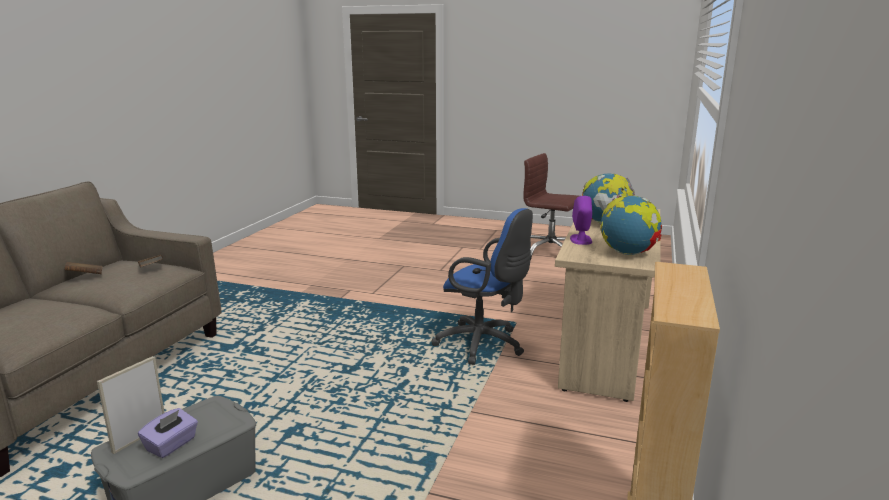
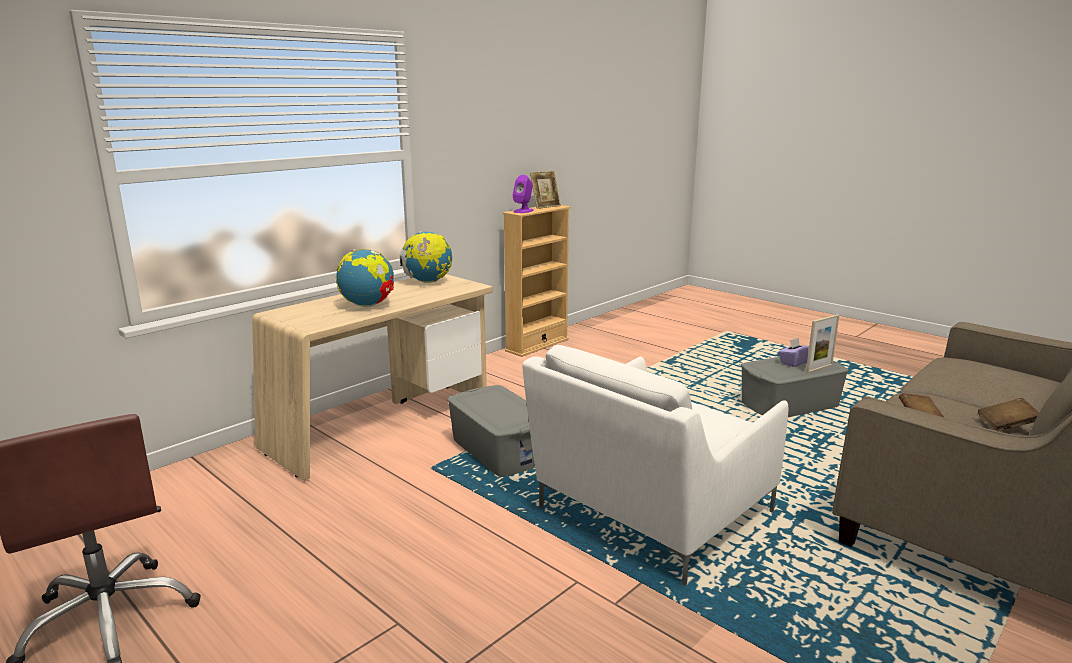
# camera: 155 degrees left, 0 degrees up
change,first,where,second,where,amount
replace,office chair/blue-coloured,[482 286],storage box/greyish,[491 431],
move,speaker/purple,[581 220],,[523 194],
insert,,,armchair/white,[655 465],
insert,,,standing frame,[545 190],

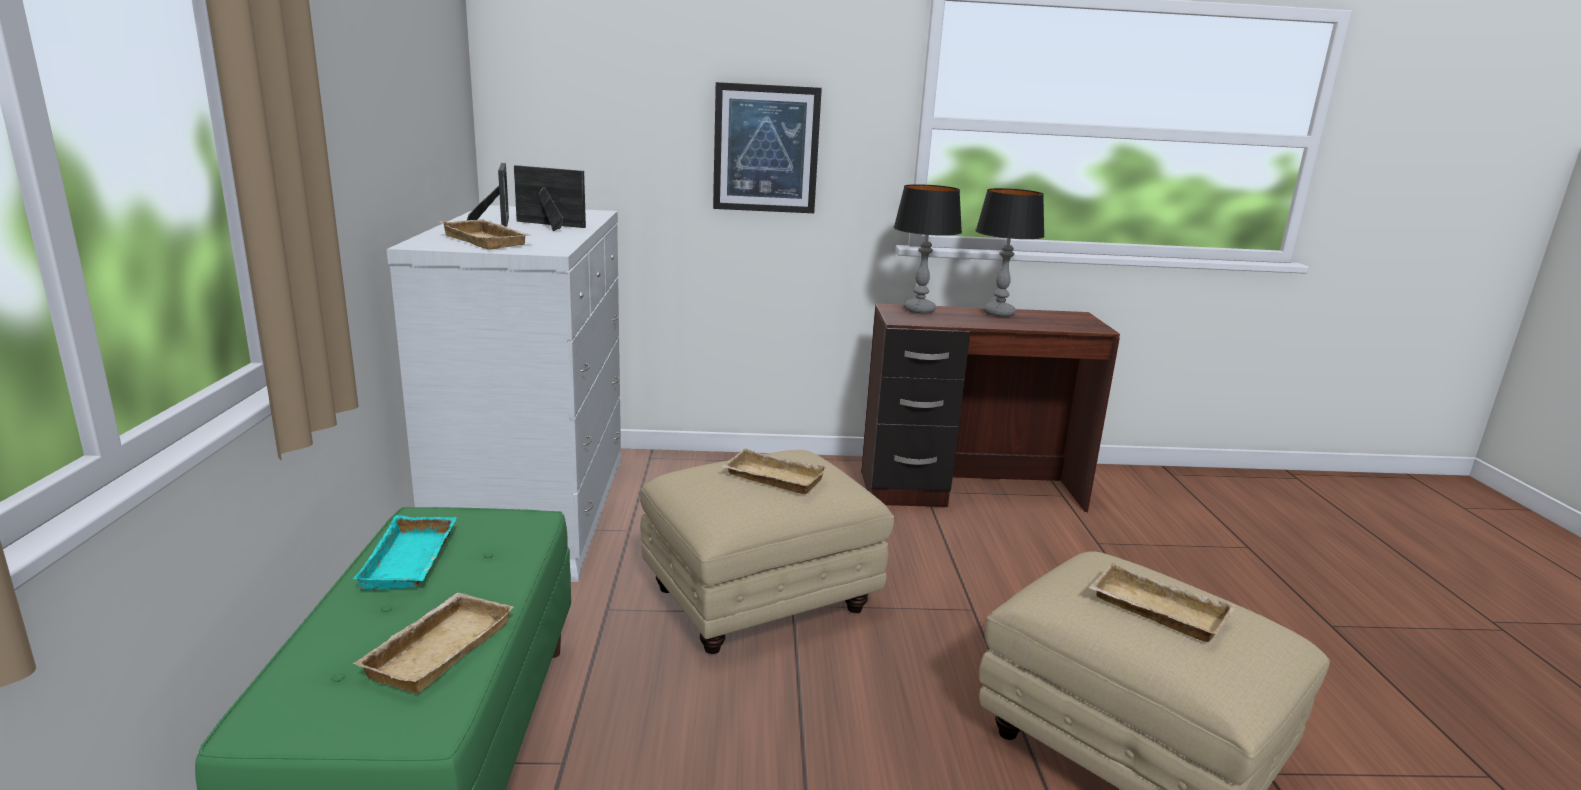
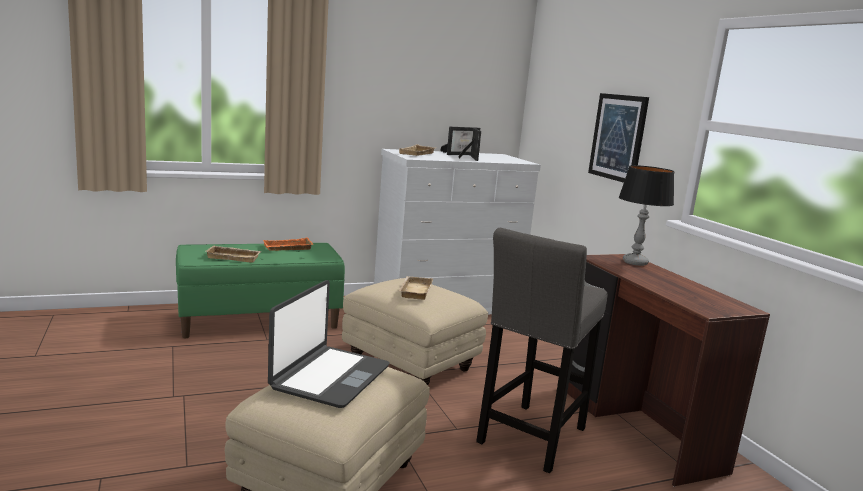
# camera: 70 degrees right, 5 degrees down
change,first,where,second,where,amount
recolor,tray/turquoise-coloured,[405 553],tray/orange,[288 244],
replace,tray/beige,[1161 602],portable computer,[329 344],
insert,,,sitting stool/greyish,[541 350],
delete,tabletop lamp,[1010 252],,,

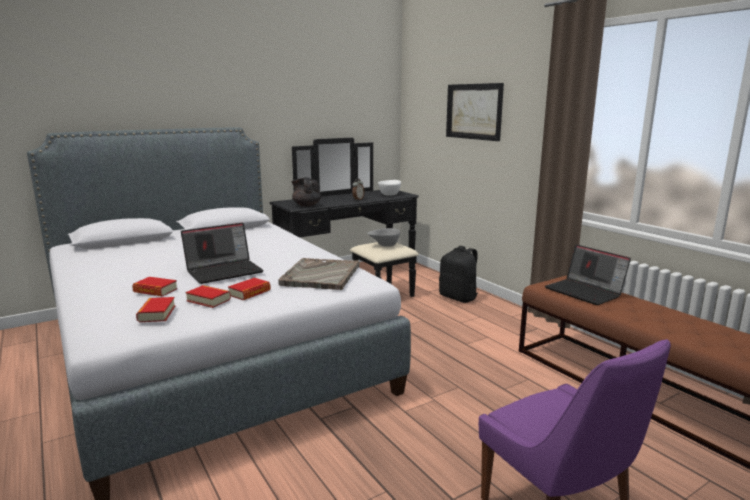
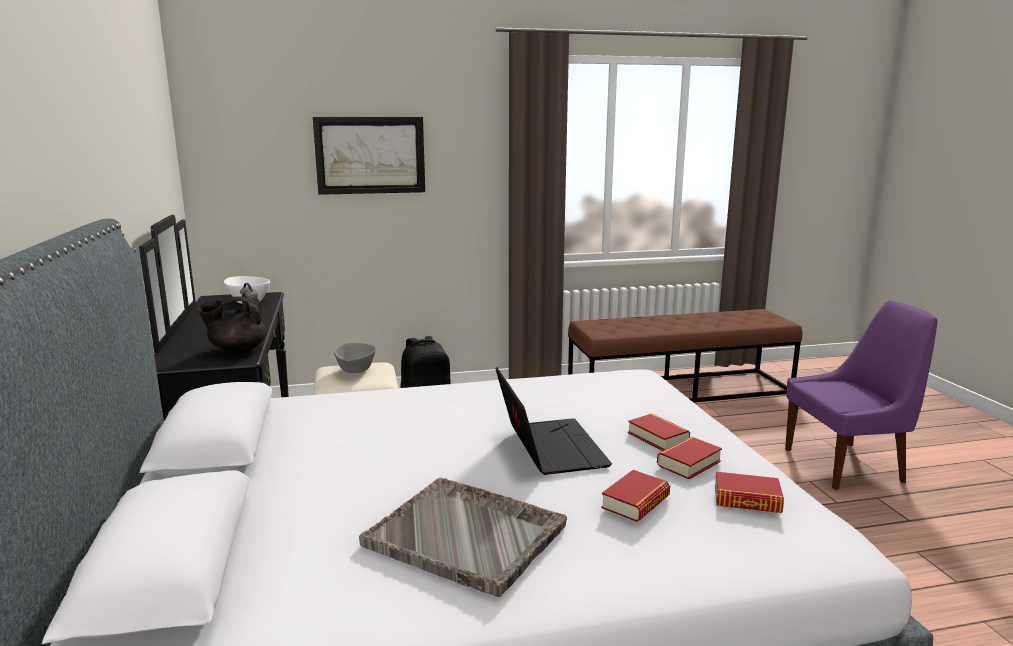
# camera: 70 degrees left, 0 degrees up
change,first,where,second,where,amount
move,tray/greyish,[318 274],,[463 537],
delete,portable computer,[588 274],,,

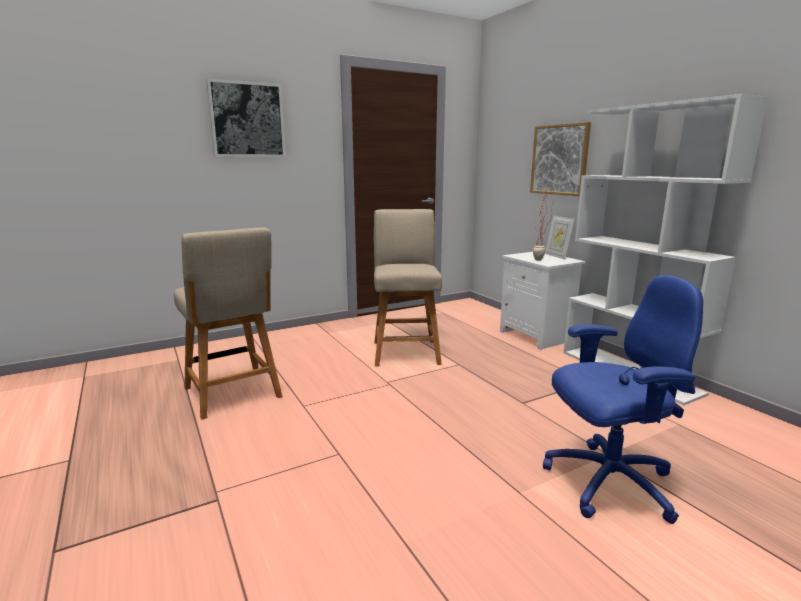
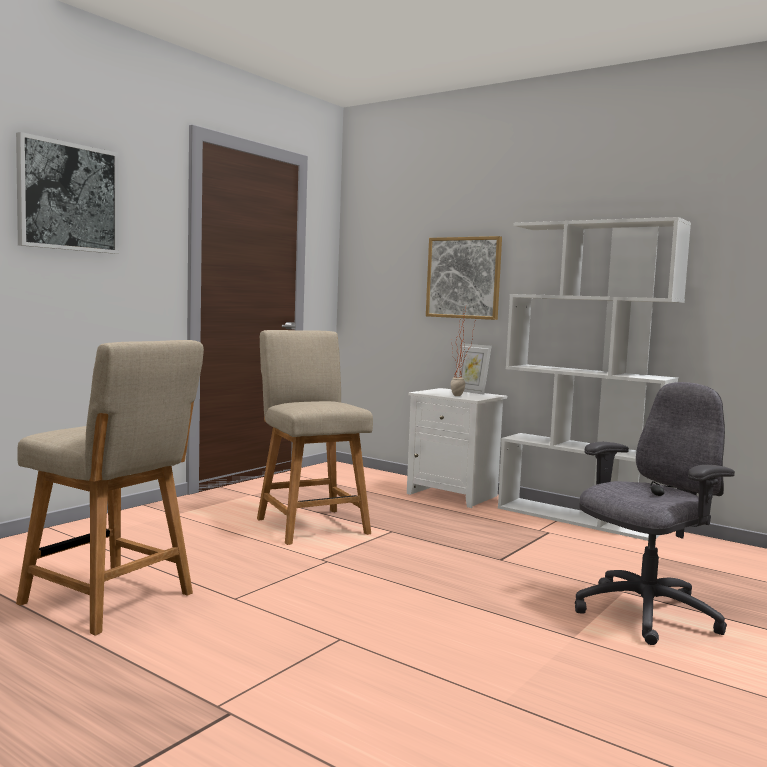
# camera: 25 degrees left, 10 degrees down
change,first,where,second,where,amount
recolor,office chair/blue-coloured,[623 399],office chair/greyish,[655 513],

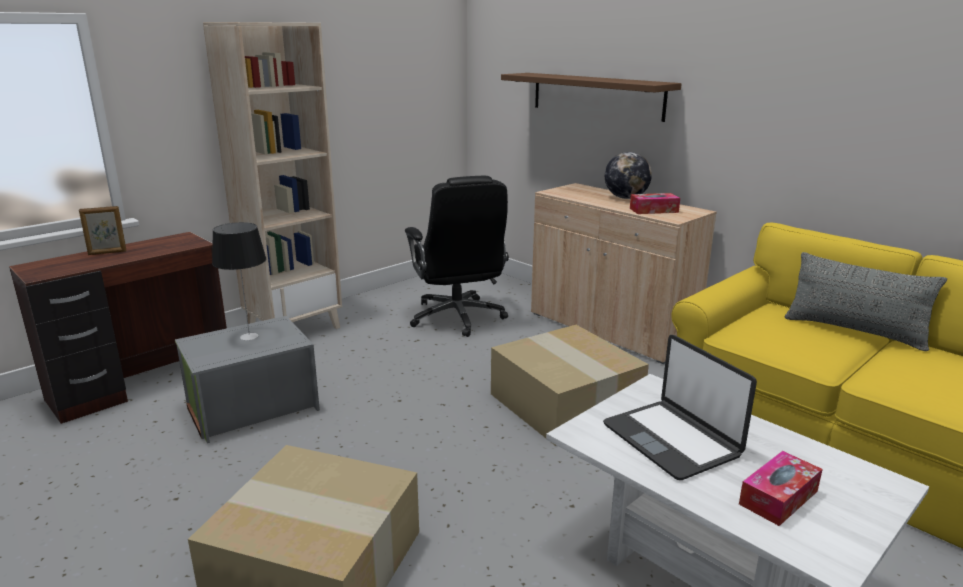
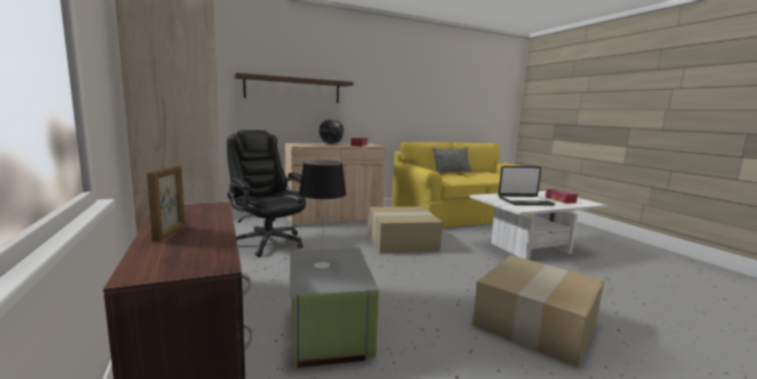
# camera: 70 degrees left, 10 degrees down
change,first,where,second,where,amount
rotate,office chair/black-coloured,[457 256],,[266 193],135 degrees counterclockwise

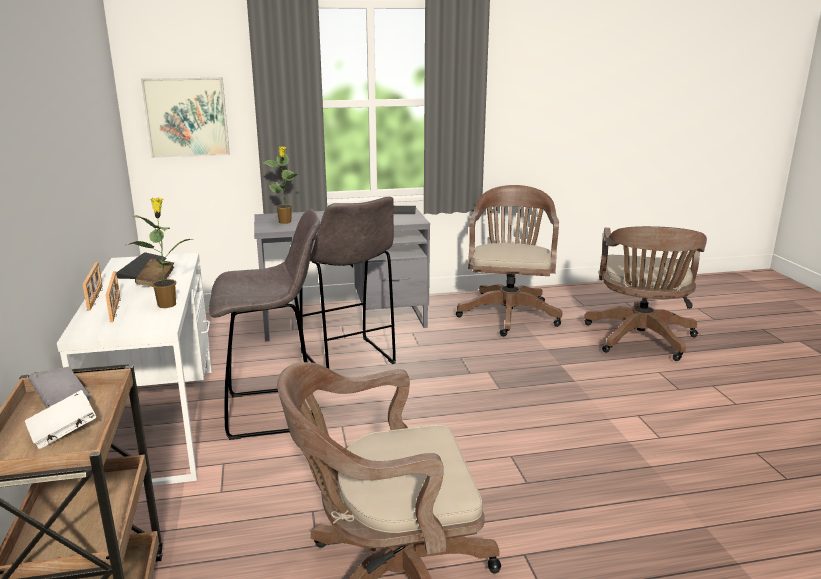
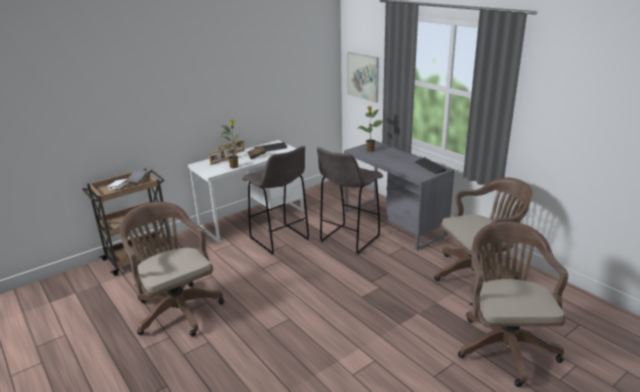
# camera: 65 degrees right, 5 degrees up
change,first,where,second,where,amount
rotate,office chair/brownish,[645 293],,[513 304],105 degrees clockwise

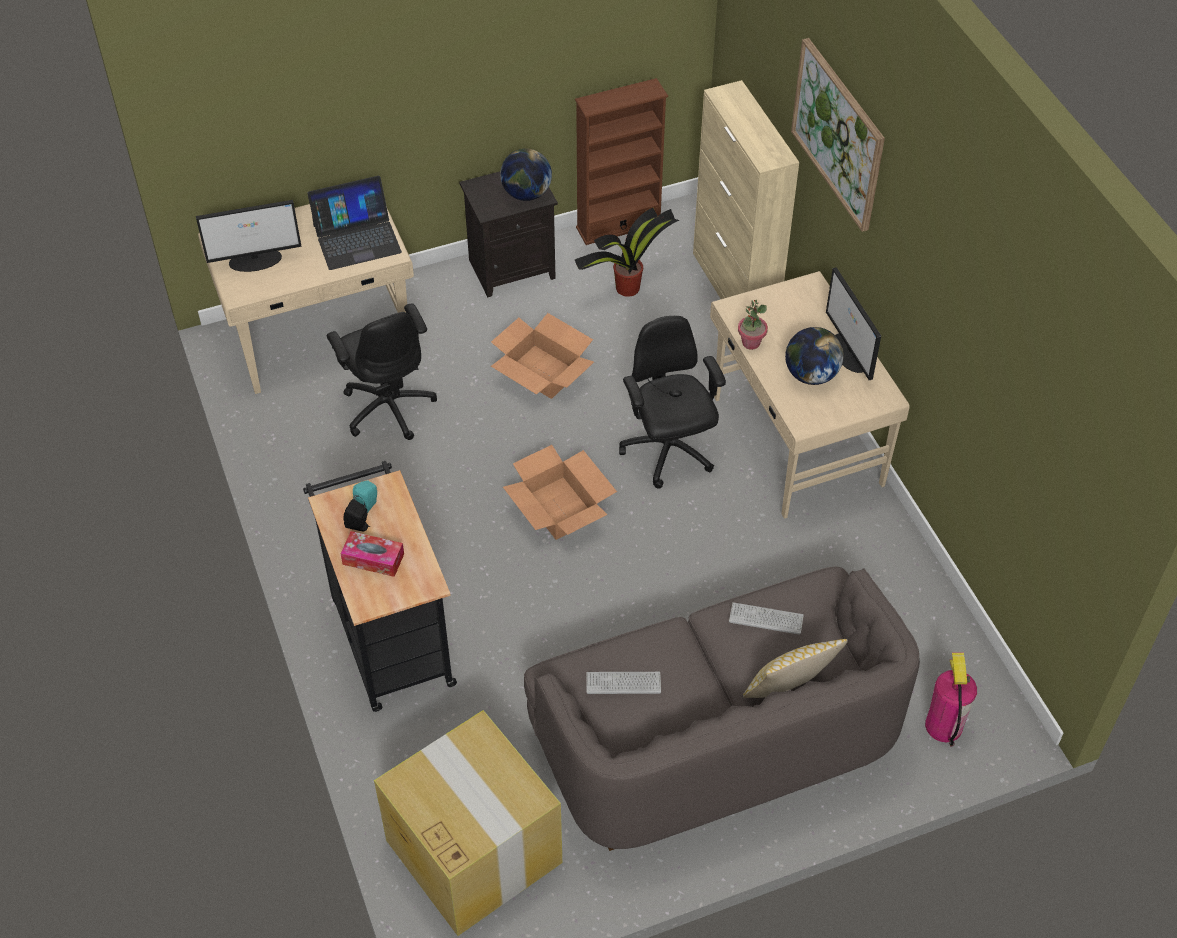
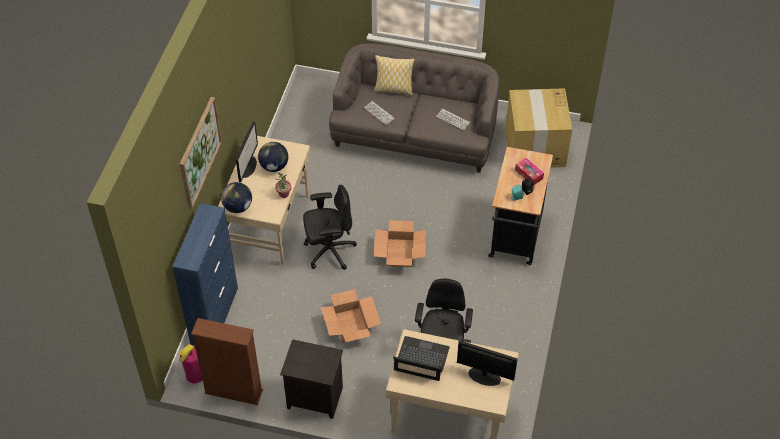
# camera: 145 degrees left, 0 degrees up
change,first,where,second,where,amount
recolor,storage cabinet/beige,[746 189],storage cabinet/blue-coloured,[205 274],
move,extinguisher,[951 700],,[190 363],
move,globe,[526 175],,[236 197],
rotate,office chair/black-coloured,[672 402],,[330 227],120 degrees counterclockwise
delete,potted plant,[627 252],,,

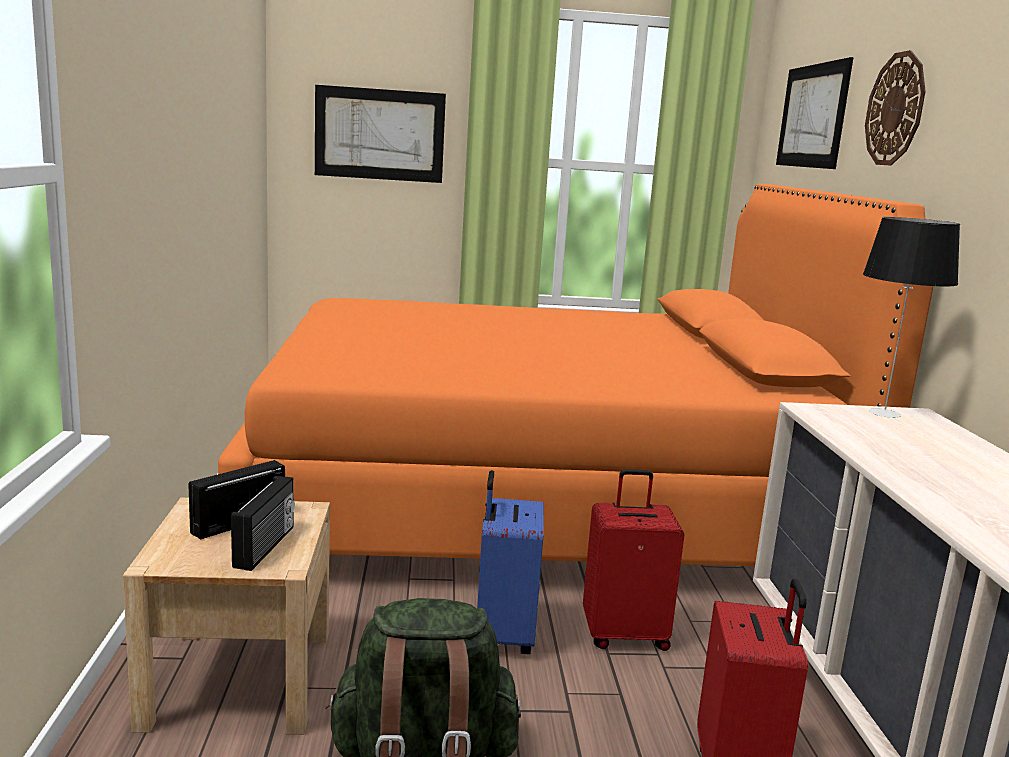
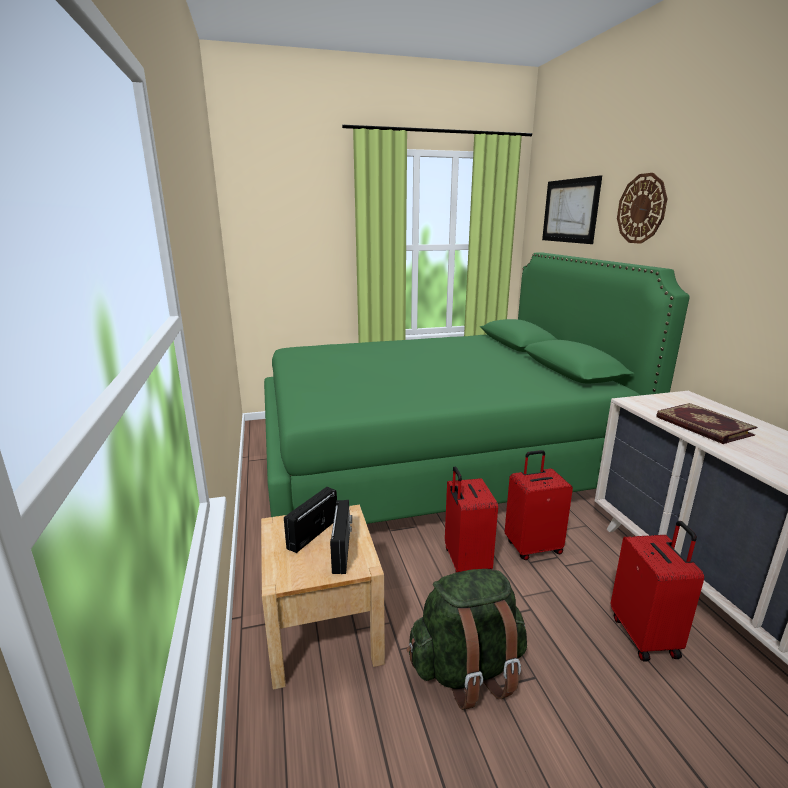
# camera: 10 degrees left, 5 degrees up
change,first,where,second,where,amount
recolor,bedroom bed/orange,[575 375],bedroom bed/greenish,[477 388],
recolor,suitcase/blue-coloured,[510 562],suitcase/red-coloured,[471 519],
insert,,,volume,[706 423],
delete,wall picture,[380 134],,,
delete,tabletop lamp,[911 317],,,

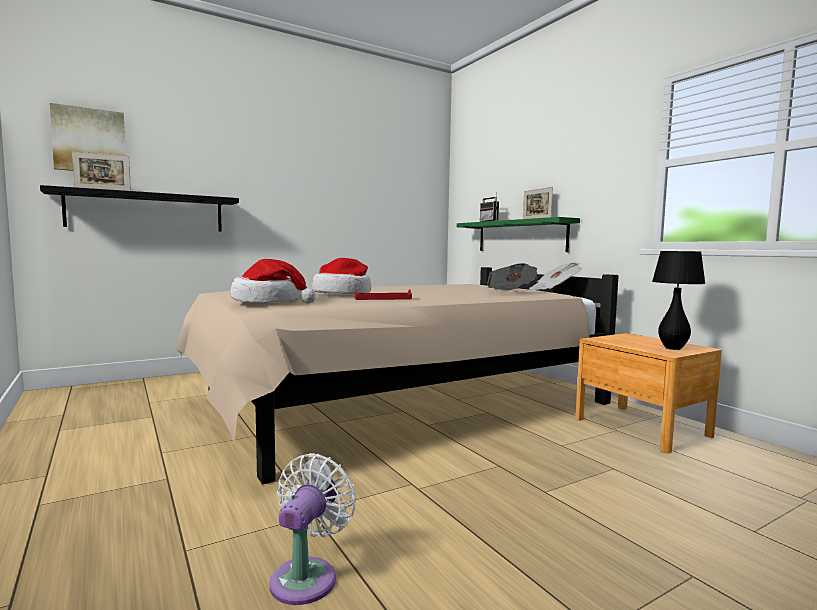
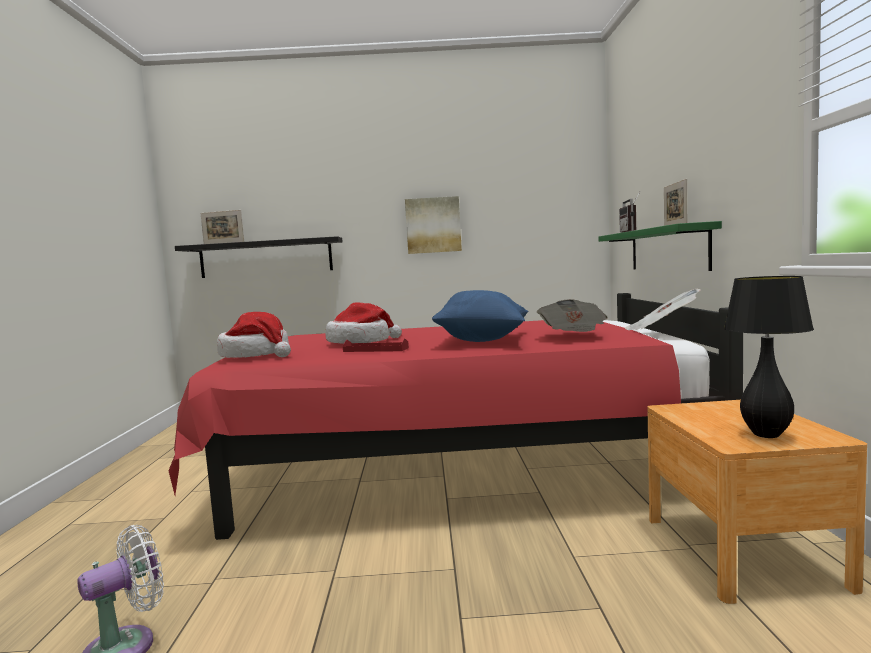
# camera: 30 degrees right, 0 degrees up
change,first,where,second,where,amount
recolor,bedroom bed/beige,[396 376],bedroom bed/red-coloured,[455 416],
move,wall picture,[88 137],,[433 225],
insert,,,pillow/blue-coloured,[480 316],

